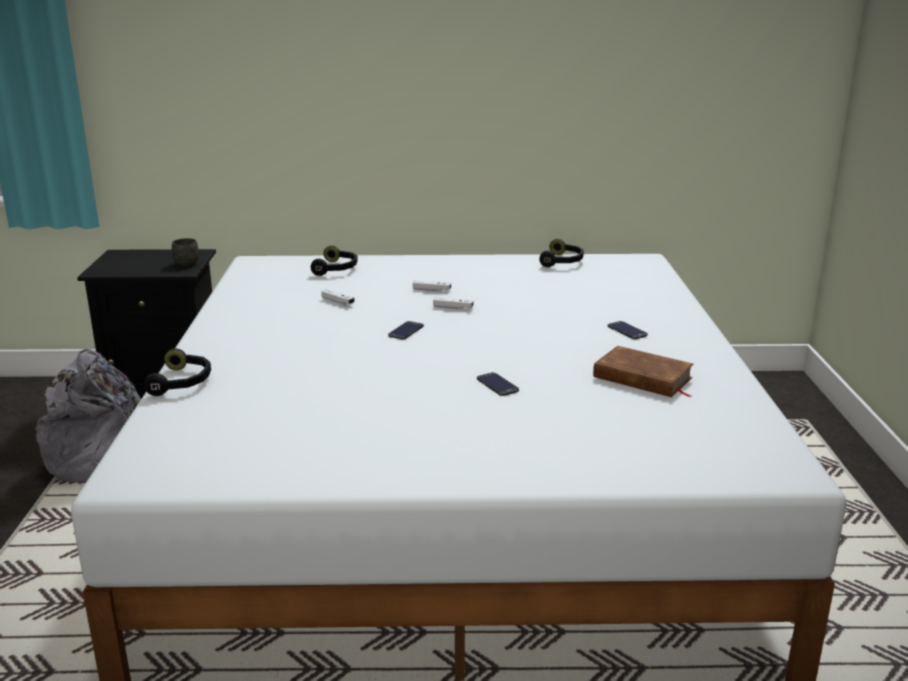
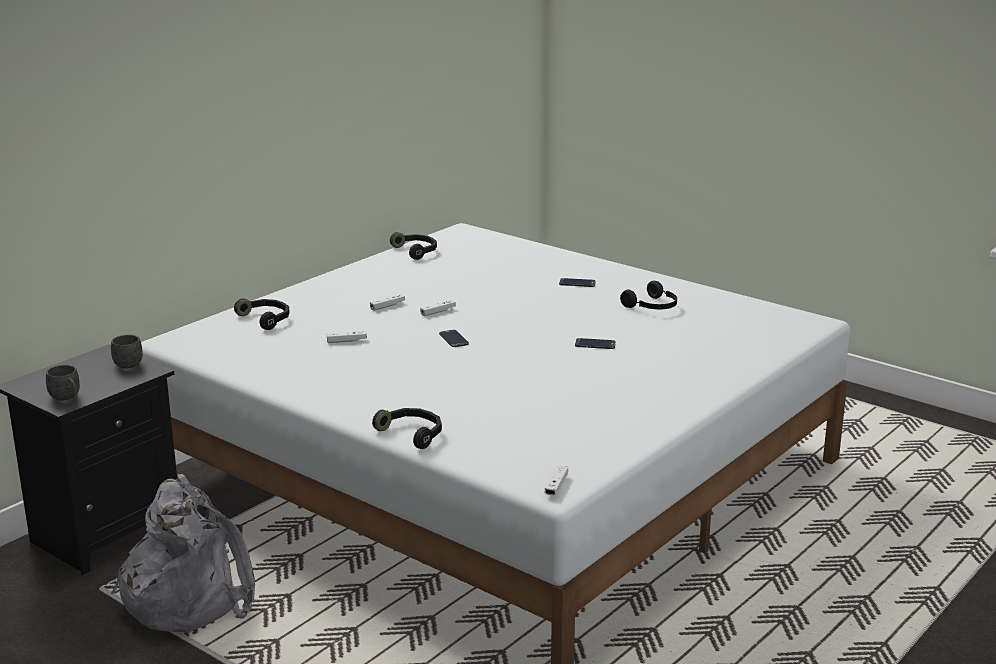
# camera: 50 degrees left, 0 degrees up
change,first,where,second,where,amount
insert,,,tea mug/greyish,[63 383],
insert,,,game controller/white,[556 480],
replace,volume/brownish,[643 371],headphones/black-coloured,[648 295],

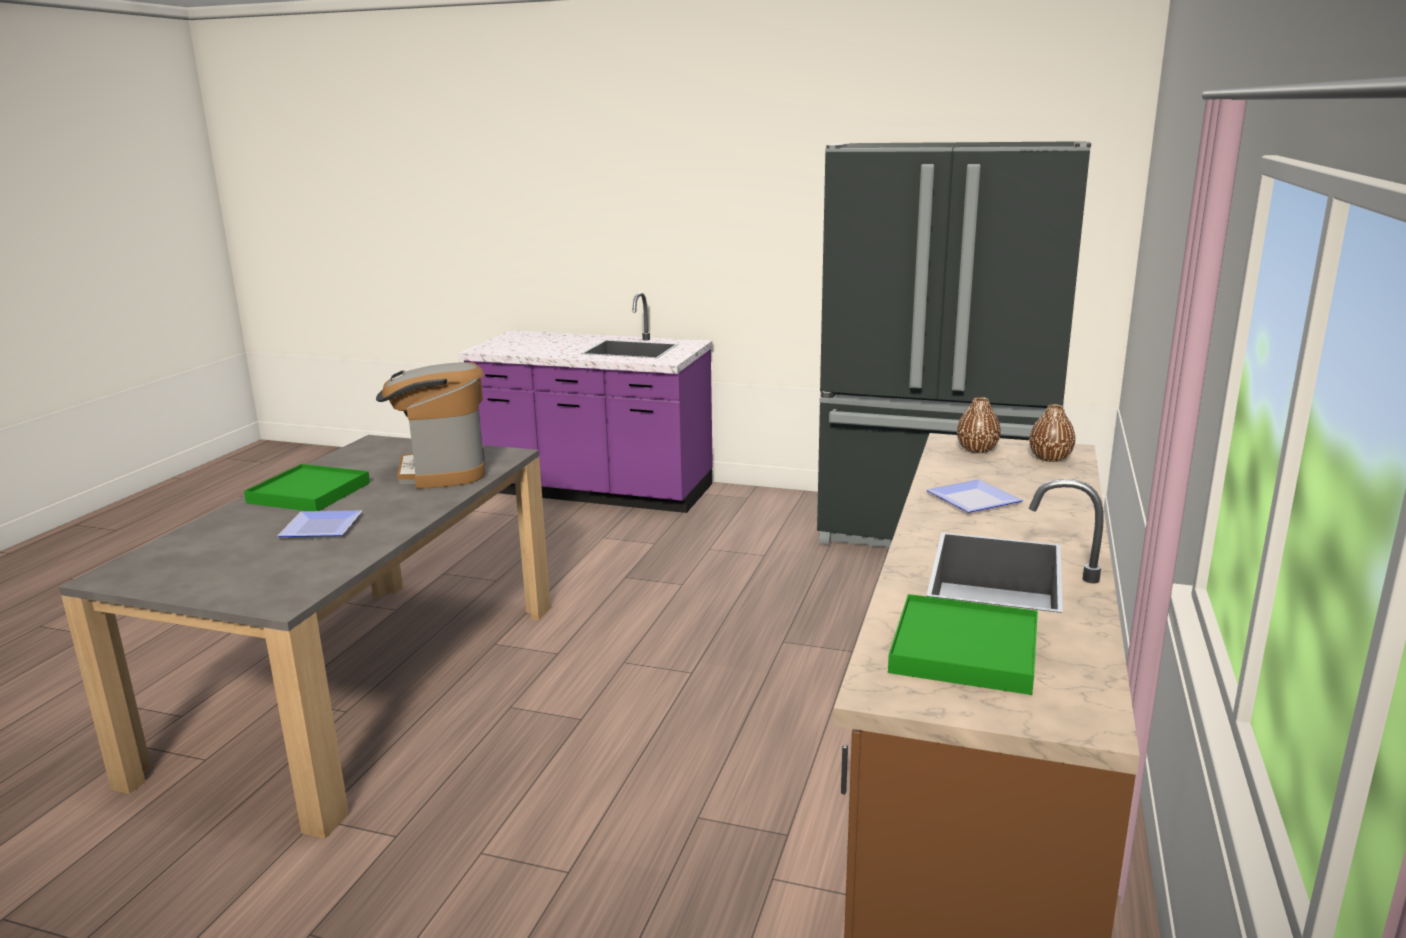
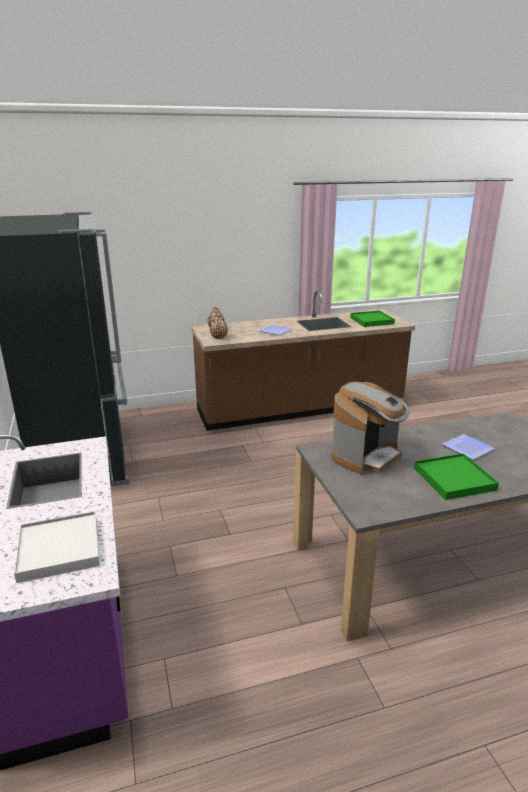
# camera: 125 degrees left, 5 degrees up
change,first,where,second,where,amount
insert,,,tray/white,[57 547],

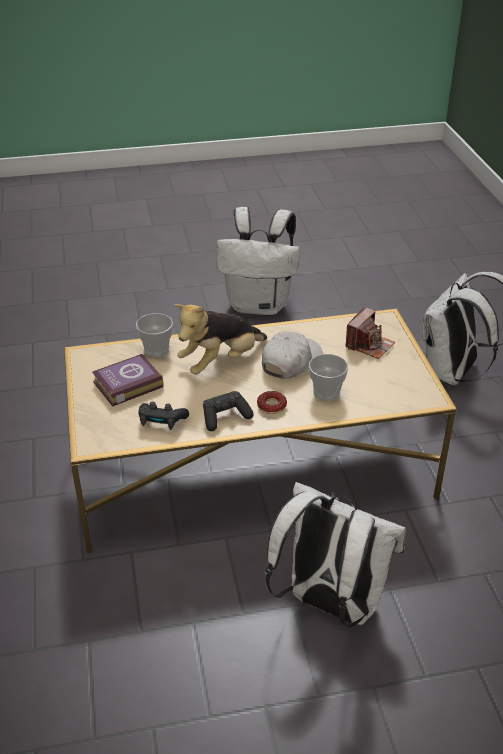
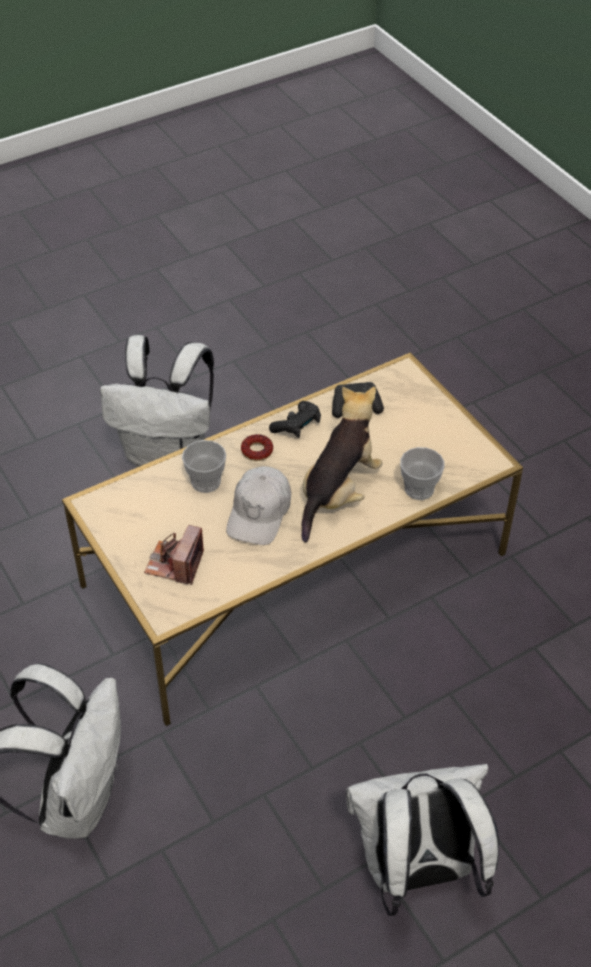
# camera: 160 degrees right, 10 degrees up
change,first,where,second,where,amount
delete,volume,[127 380],,,

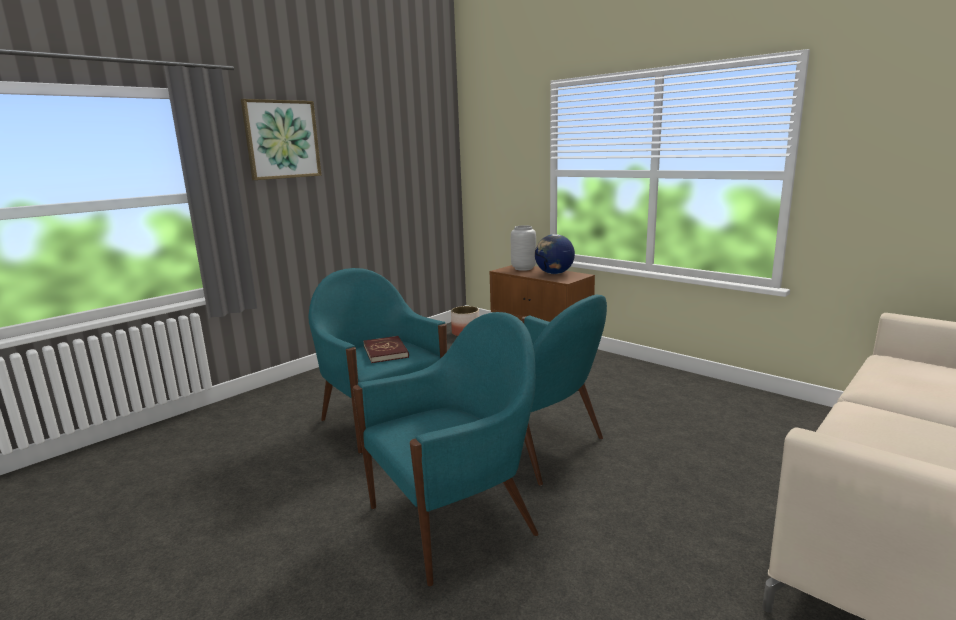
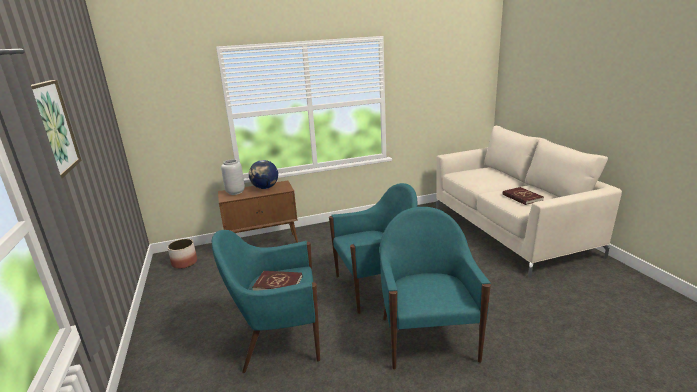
# camera: 60 degrees left, 5 degrees up
change,first,where,second,where,amount
insert,,,volume/red-coloured,[523 196],

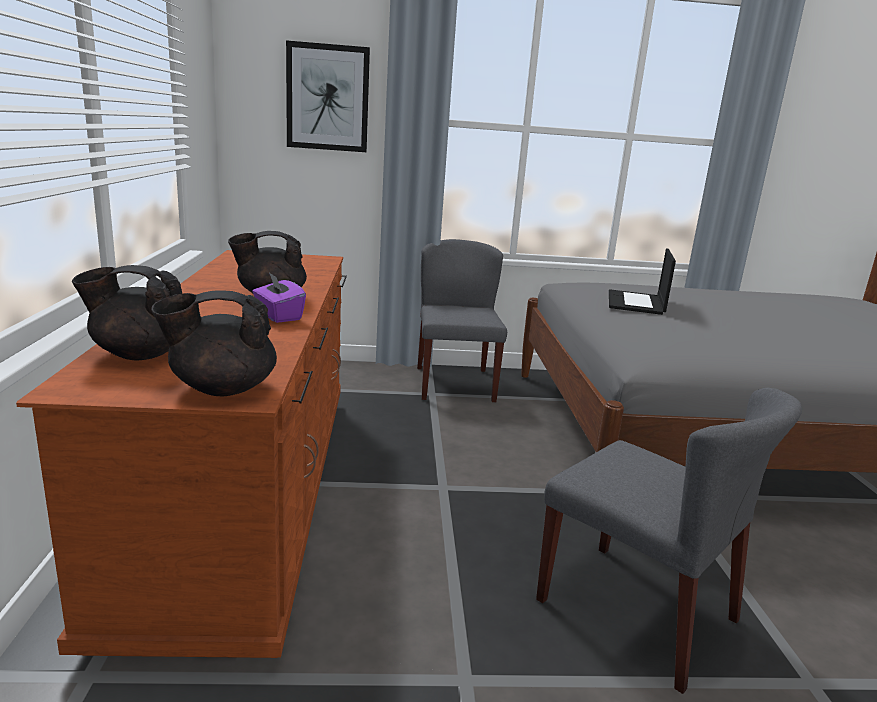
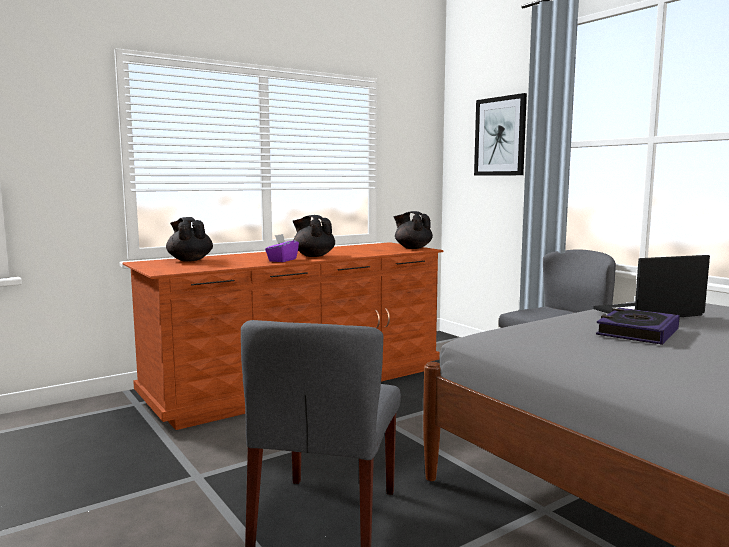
# camera: 60 degrees right, 10 degrees down
change,first,where,second,where,amount
move,teapot/black-coloured,[214 343],,[413 230],
insert,,,volume,[638 326],

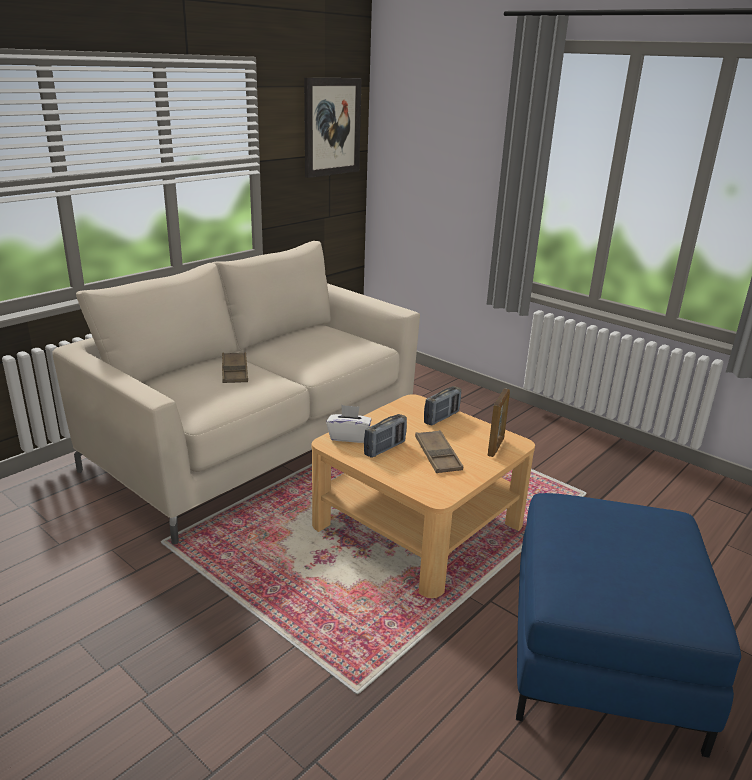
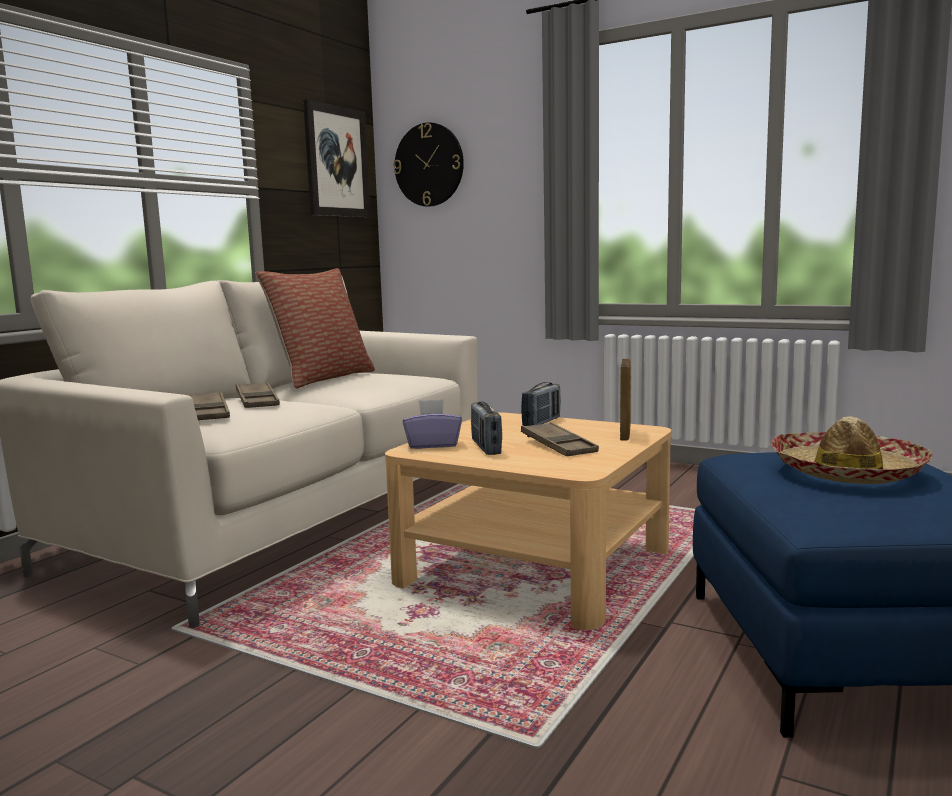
# camera: 10 degrees left, 15 degrees down
change,first,where,second,where,amount
insert,,,tray/brownish,[208 406],
insert,,,pillow,[315 328],
insert,,,clock on the wall,[428 164],
recolor,box of tissues/white,[349 424],box of tissues/purple,[432 424],
rotate,radio set,[385 436],,[486 428],135 degrees clockwise
insert,,,wearable hat,[851 450],

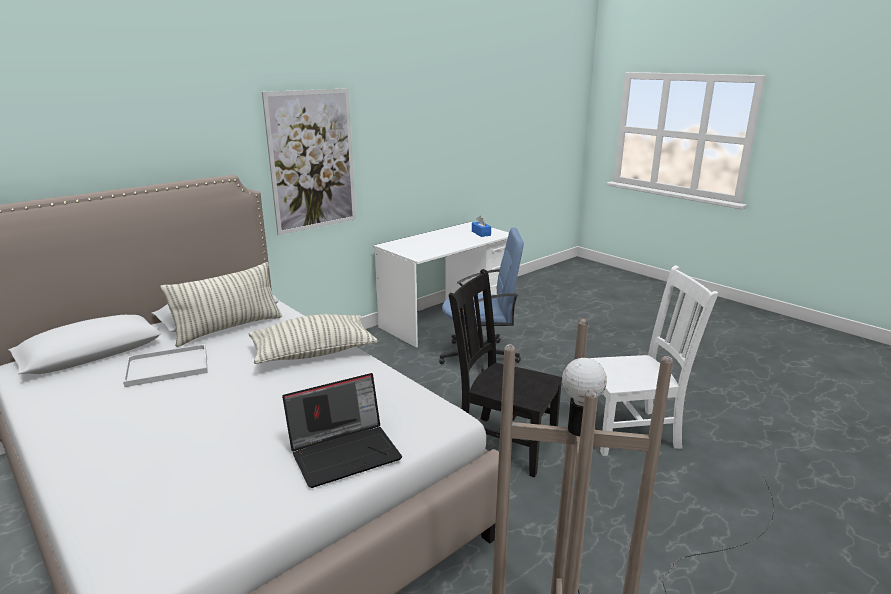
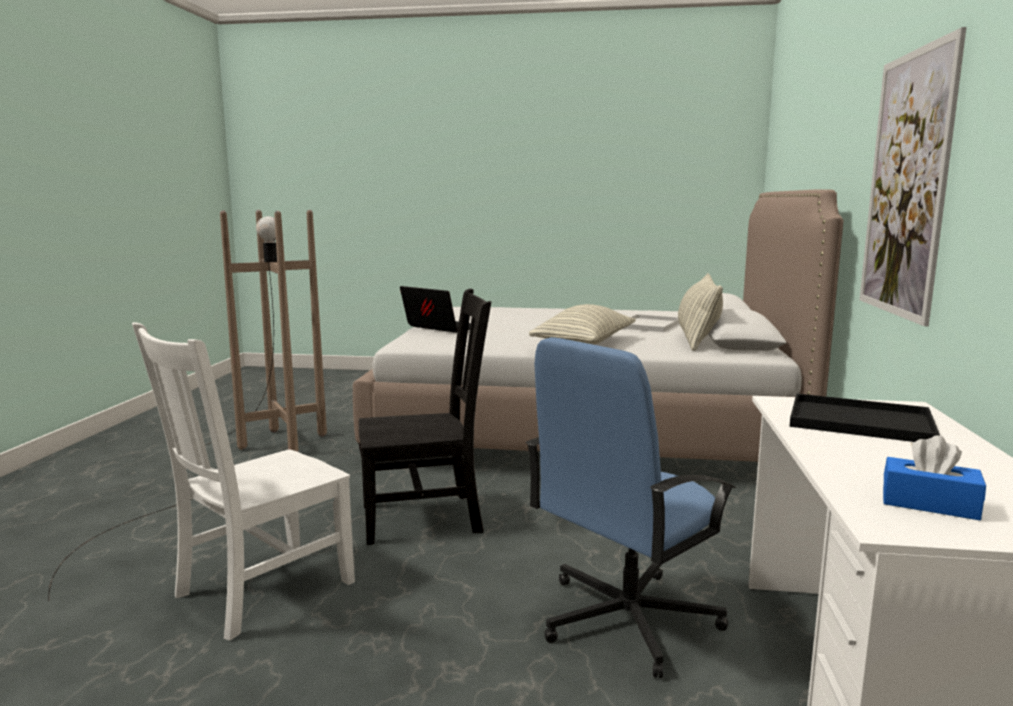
# camera: 140 degrees right, 10 degrees down
change,first,where,second,where,amount
rotate,portable computer,[342 430],,[435 309],105 degrees clockwise
insert,,,tray/black-coloured,[864 417],

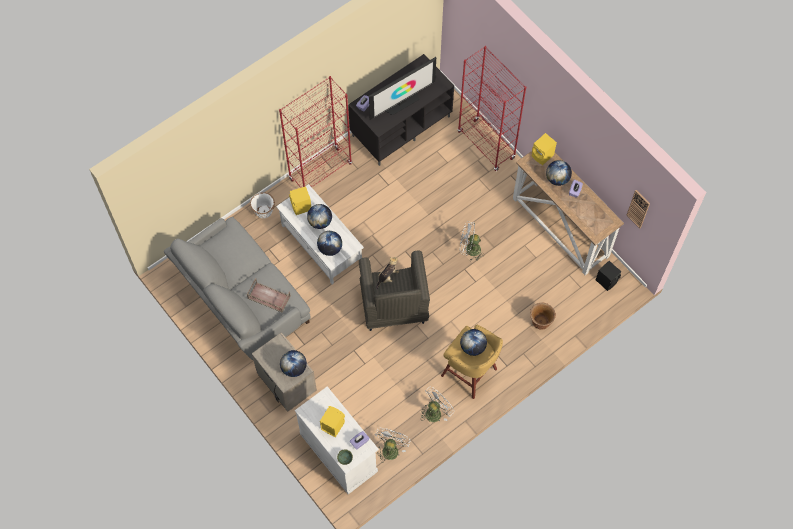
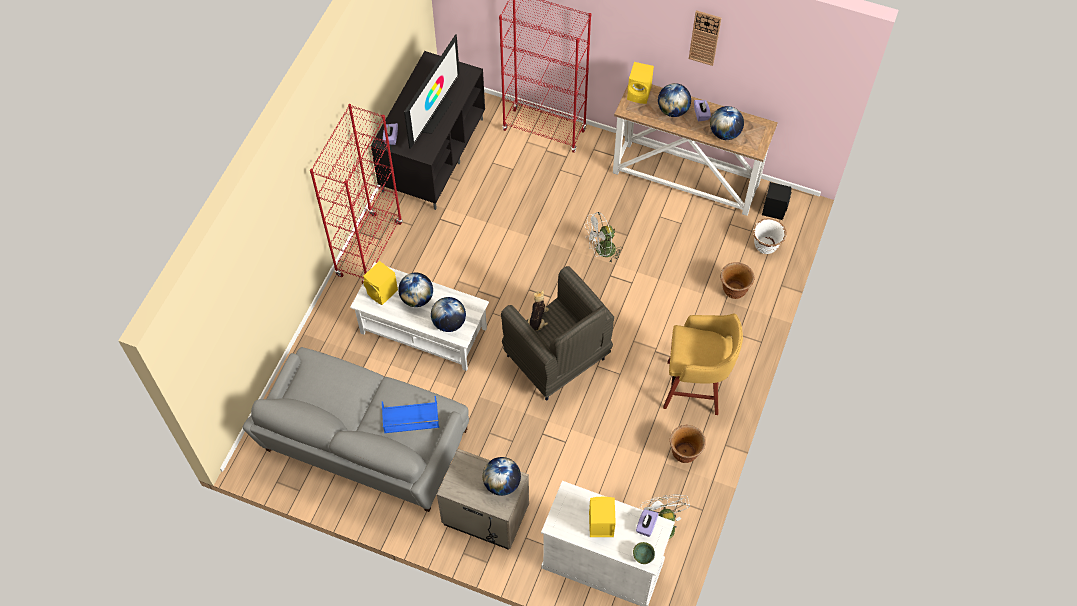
# camera: 30 degrees left, 5 degrees down
change,first,where,second,where,amount
recolor,tray/brownish,[269 295],tray/blue-coloured,[410 414],
replace,fan/white,[437 404],plant pot/brownish,[688 444],
move,clock on the wall,[638 209],,[705 38],
move,globe,[473 342],,[727 123],
move,plant pot/white,[262 205],,[770 236],

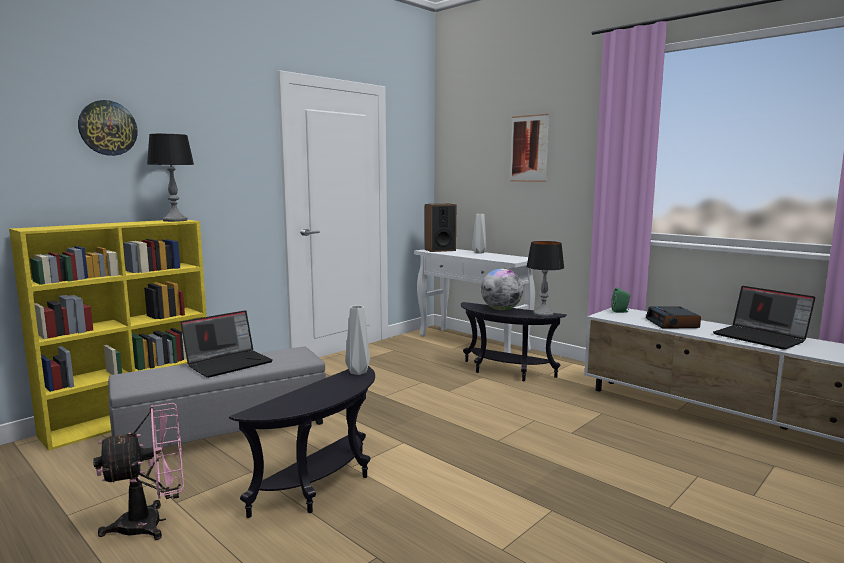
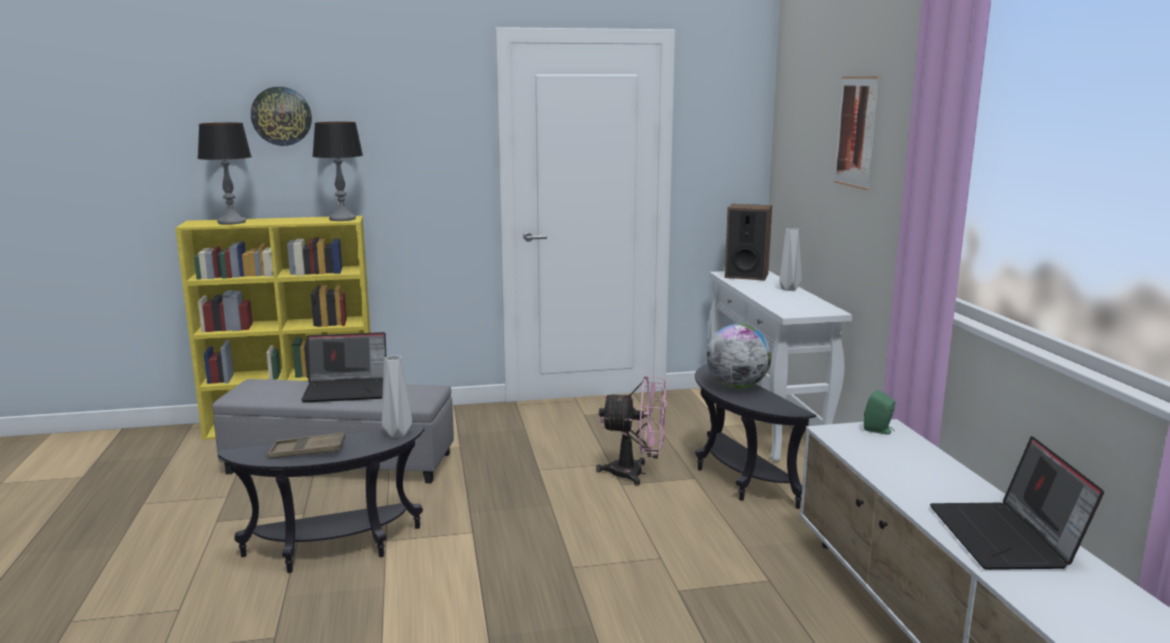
# camera: 35 degrees right, 5 degrees up
change,first,where,second,where,amount
move,tabletop lamp,[545 279],,[225 174],
insert,,,tray/brownish,[306 445],
move,fan/pinkish,[138 471],,[631 431],
delete,table clock,[673 317],,,

